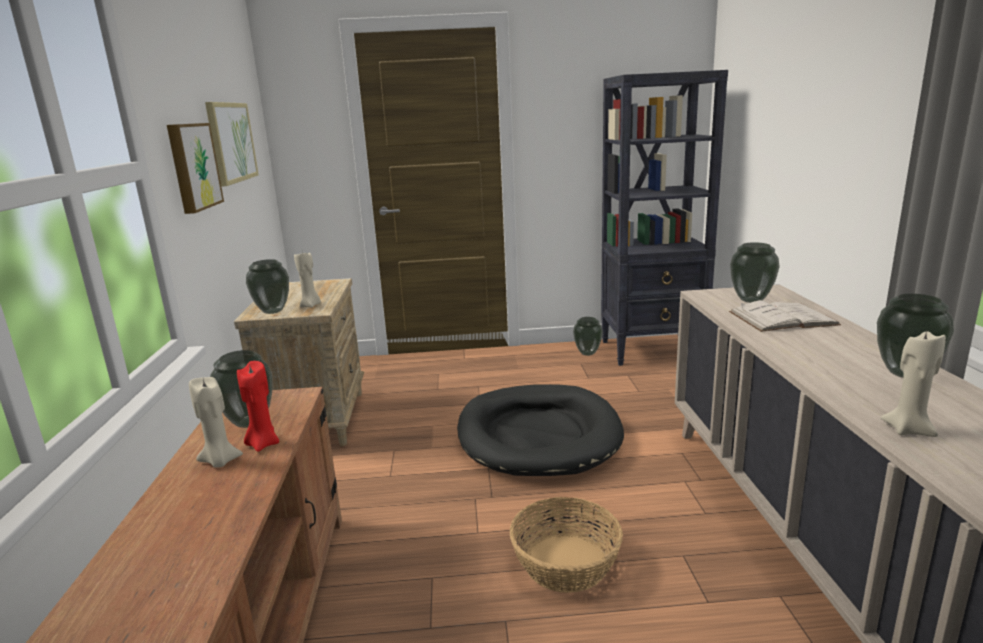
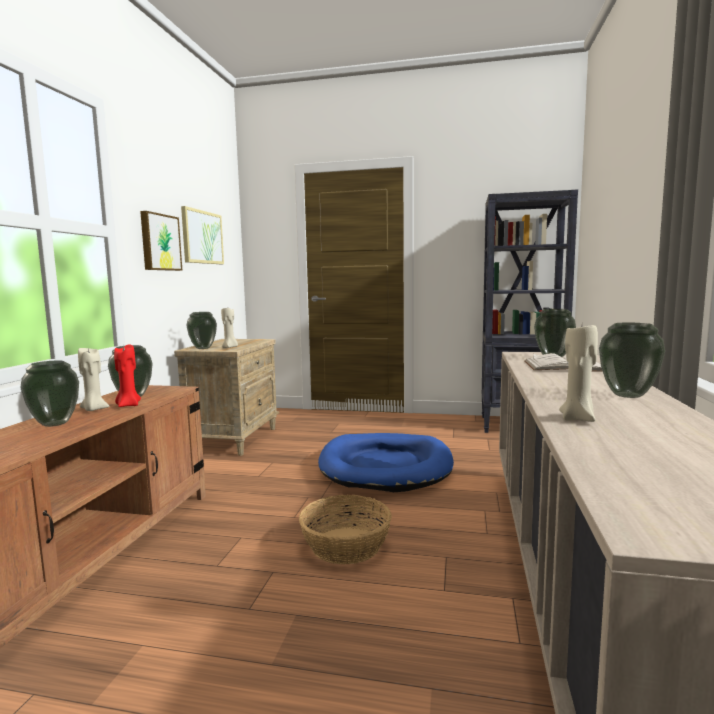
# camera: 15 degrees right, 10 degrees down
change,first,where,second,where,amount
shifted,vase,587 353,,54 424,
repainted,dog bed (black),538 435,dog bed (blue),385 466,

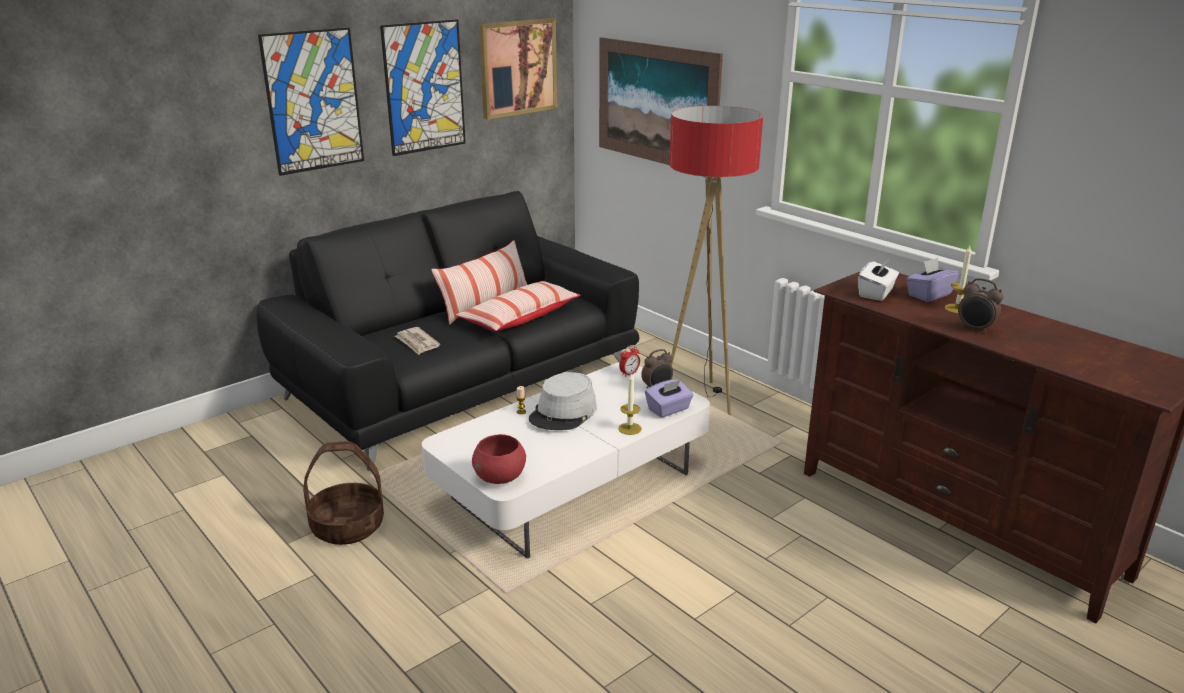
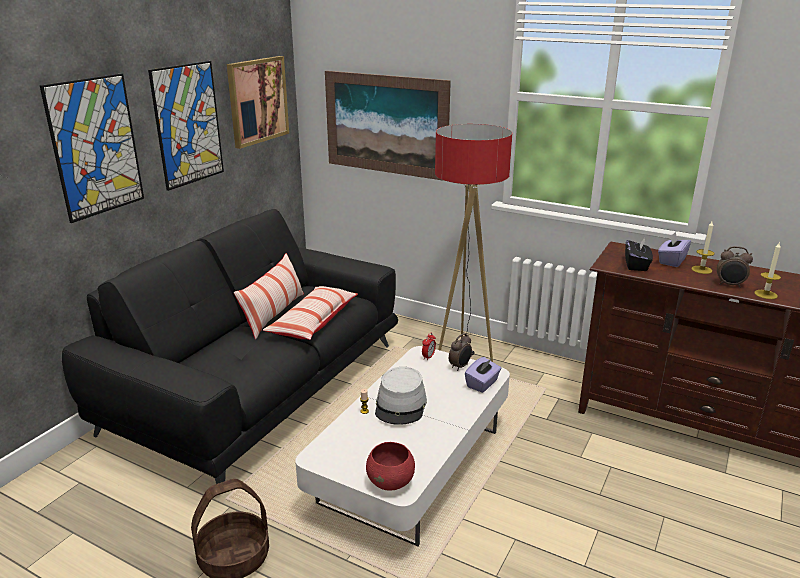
# camera: 20 degrees left, 0 degrees up
change,first,where,second,where,amount
repainted,tissue box (white),876 293,tissue box (black),636 265,
gone,newspaper,417 343,,,
shifted,candle,630 428,,765 294,

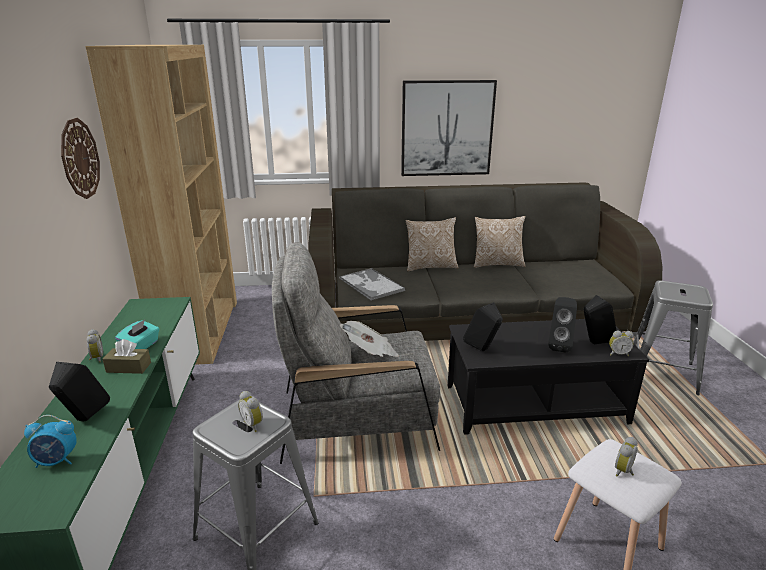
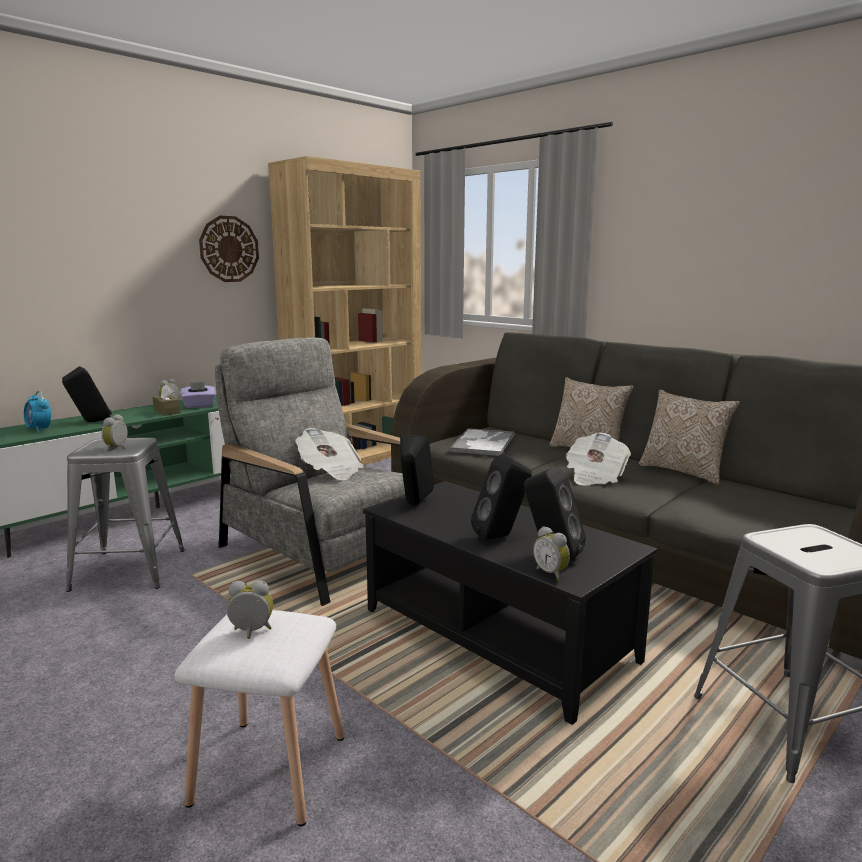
# camera: 50 degrees right, 10 degrees down
change,first,where,second,where,amount
gone,picture,447 128,,,
repainted,tissue box (turquoise),141 346,tissue box (purple),199 406,
new,,,newspaper,594 476,

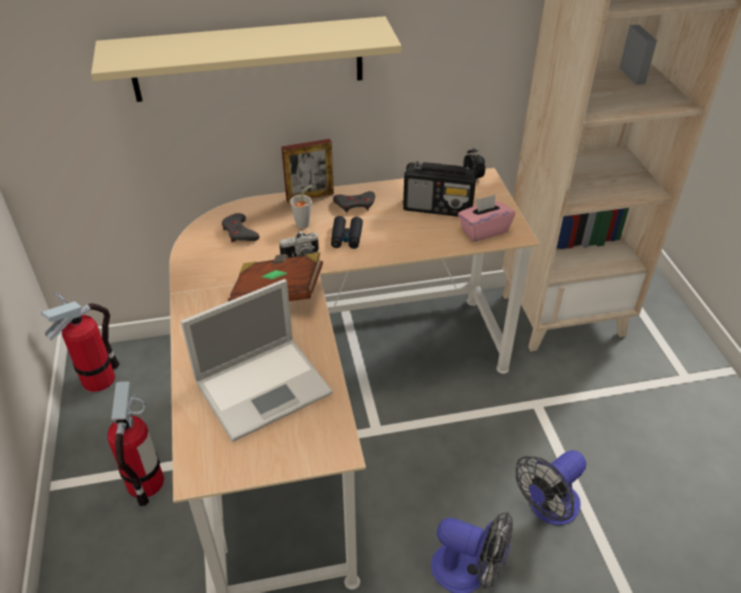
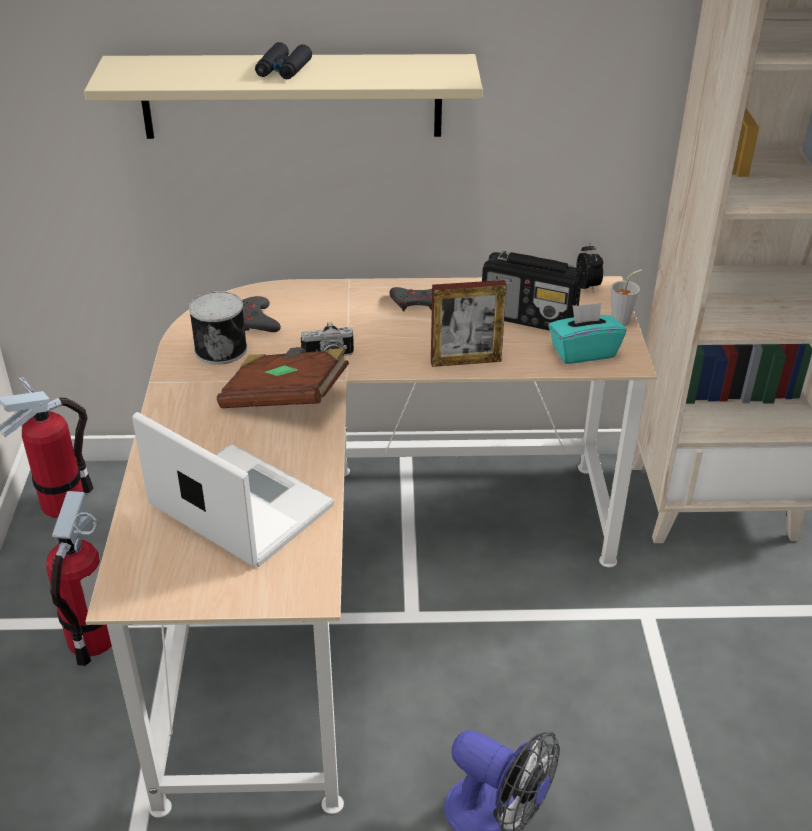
# camera: 10 degrees right, 5 degrees down
change,first,where,second,where,amount
shifted,picture frame,310 196,,465 361,
shifted,cup (grey),305 223,,624 320,
repainted,tissue box (pink),483 230,tissue box (turquoise),583 352,
shifted,binoculars (black),346 237,,283 70,
rotated,laptop,265 386,,238 505,120 degrees counterclockwise
gone,fan,548 508,,,
new,,,can,221 348,

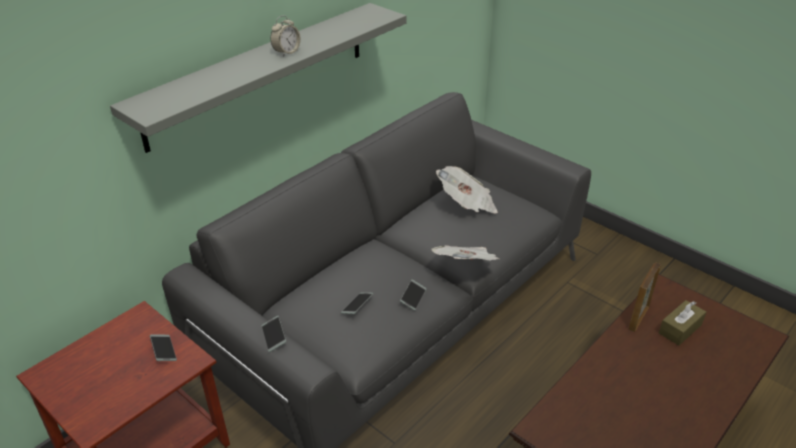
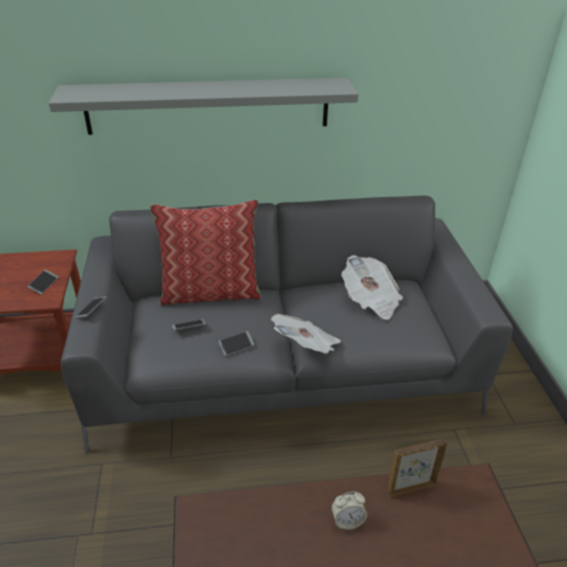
# camera: 40 degrees right, 0 degrees up
change,first,where,second,where,amount
shifted,alarm clock,286 52,,347 520,
gone,tissue box (brown),680 329,,,
new,,,pillow,210 292,

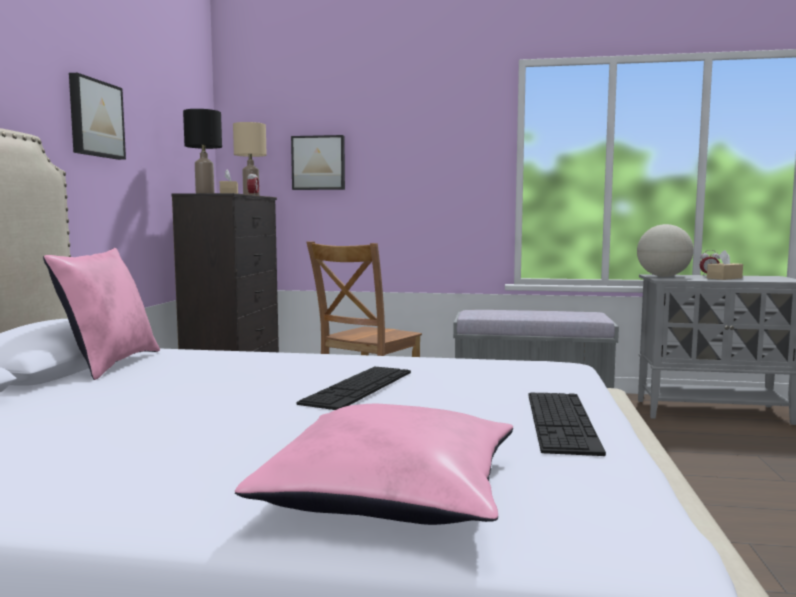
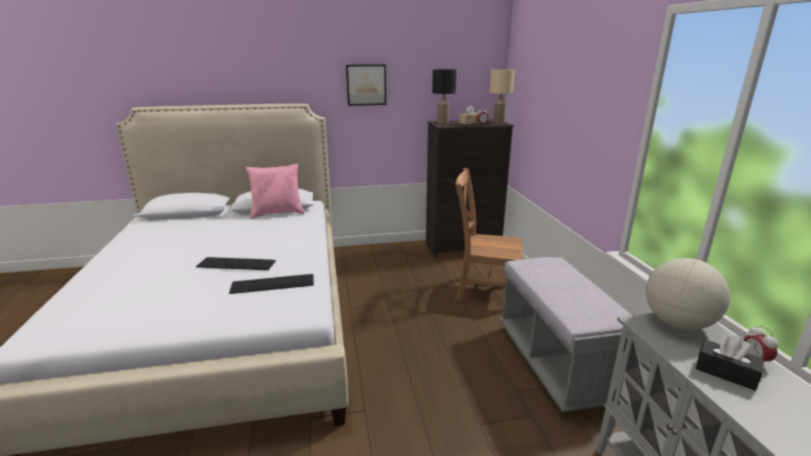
# camera: 70 degrees right, 15 degrees up
change,first,where,second,where,amount
gone,picture,318 163,,,
repainted,tissue box (beige),724 278,tissue box (black),726 372,
shifted,keyboard,561 421,,273 284,
gone,pillow (pink),391 491,,,

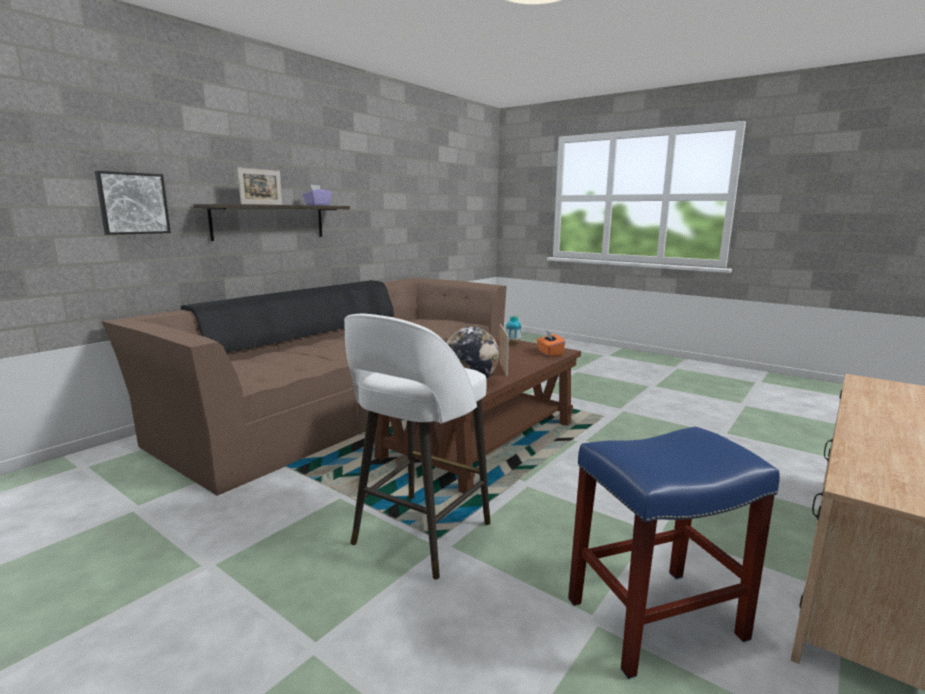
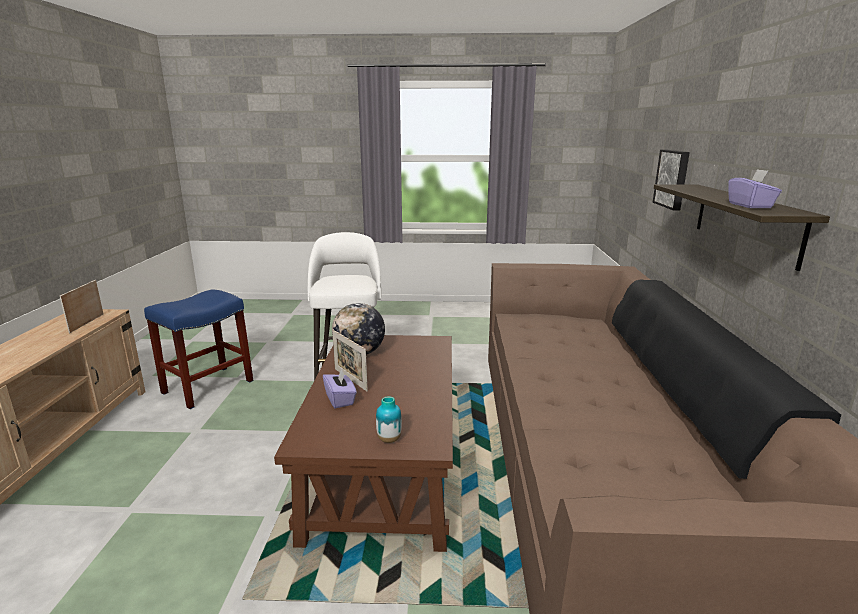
# camera: 145 degrees right, 5 degrees up
change,first,where,second,where,amount
shifted,picture frame,262 204,,87 323,
gone,tissue box (orange),549 353,,,
new,,,tissue box (purple),340 399,

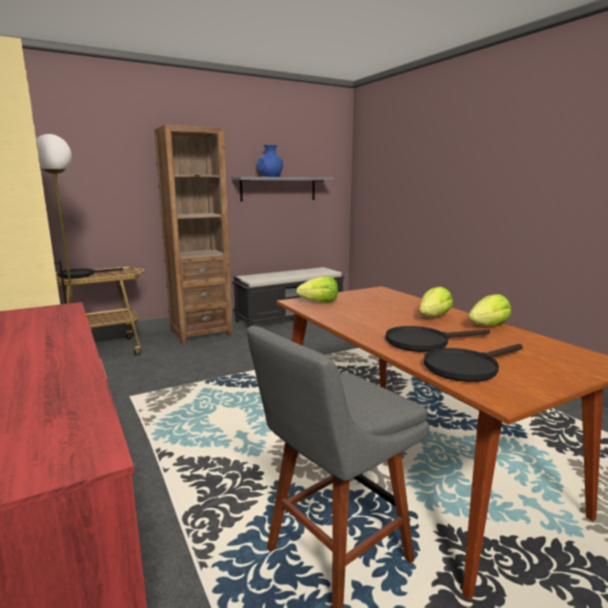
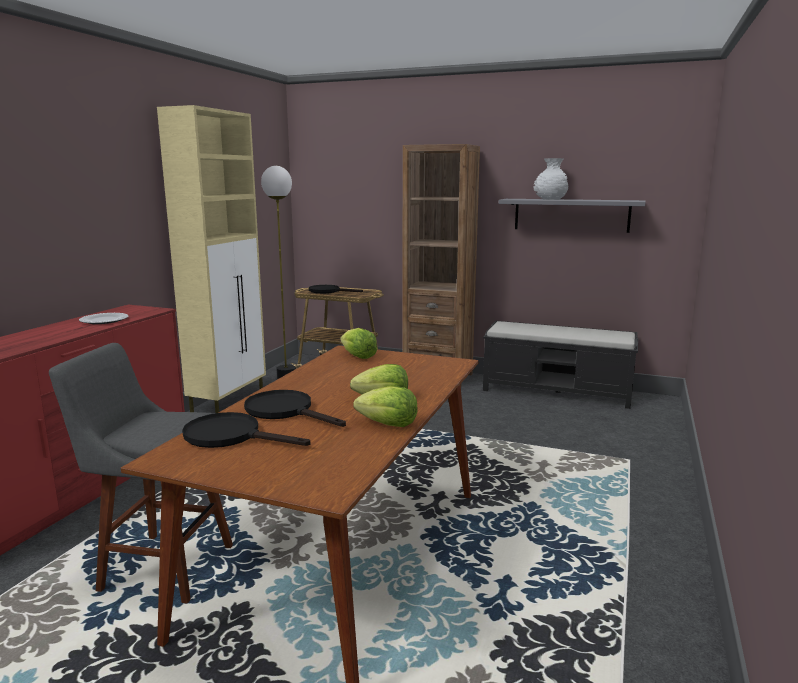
# camera: 50 degrees right, 0 degrees up
change,first,where,second,where,amount
repainted,vase (blue),269 176,vase (white),549 199,
new,,,plate,105 320,

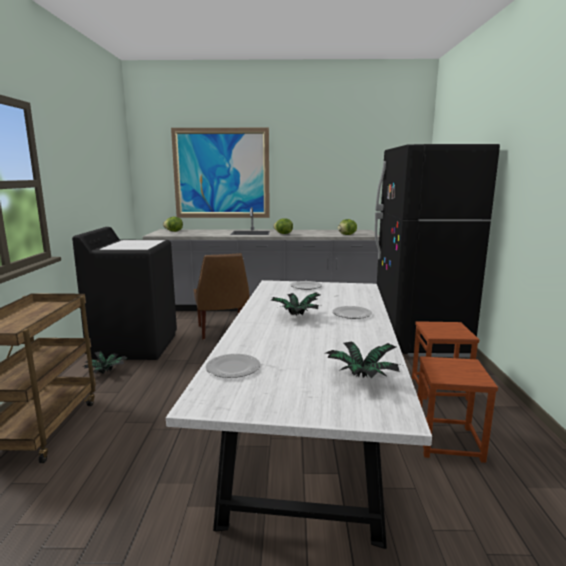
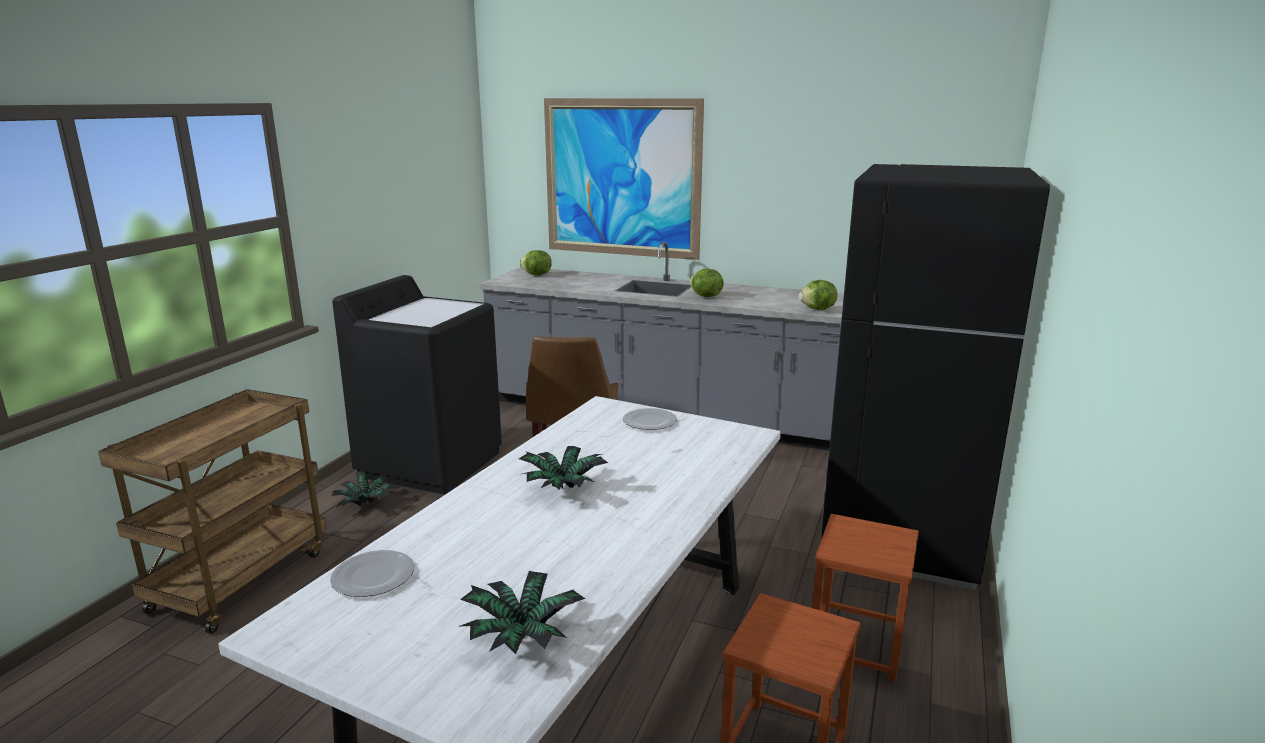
# camera: 20 degrees right, 5 degrees up
change,first,where,second,where,amount
gone,plate,352 314,,,

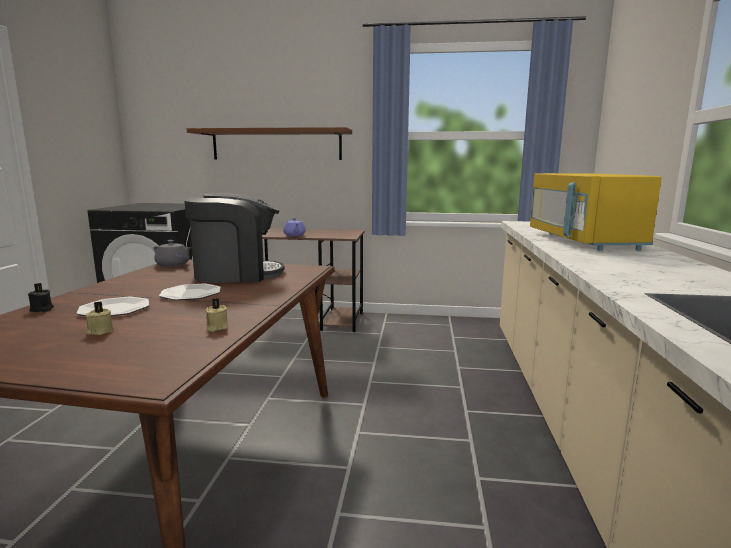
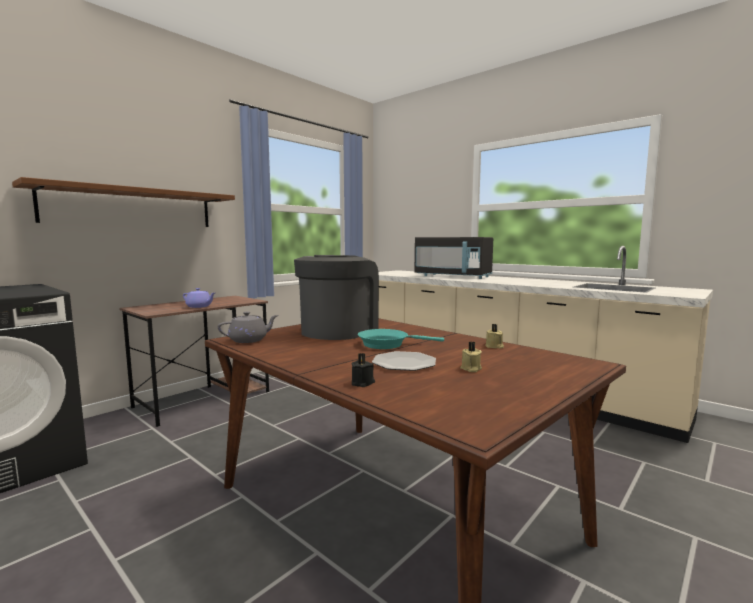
# camera: 55 degrees left, 5 degrees down
change,first,where,second,where,amount
repainted,microwave (yellow),583 241,microwave (black),453 276,
swapped,plate,191 294,frying pan (turquoise),387 344,

